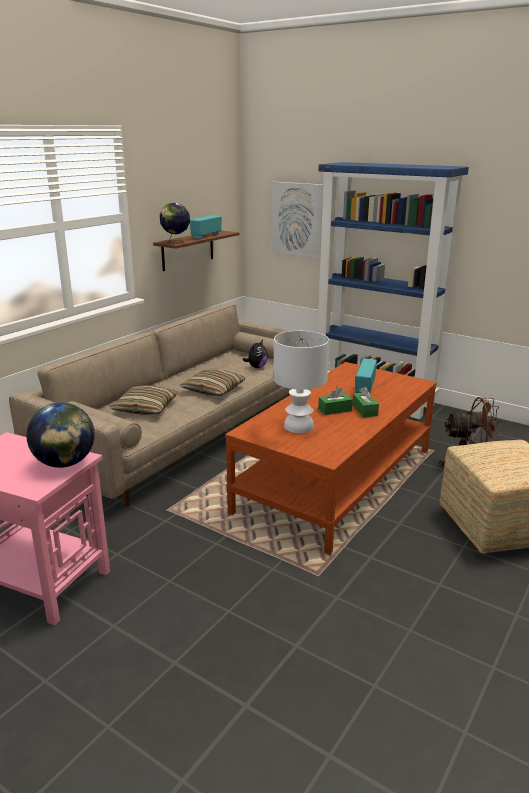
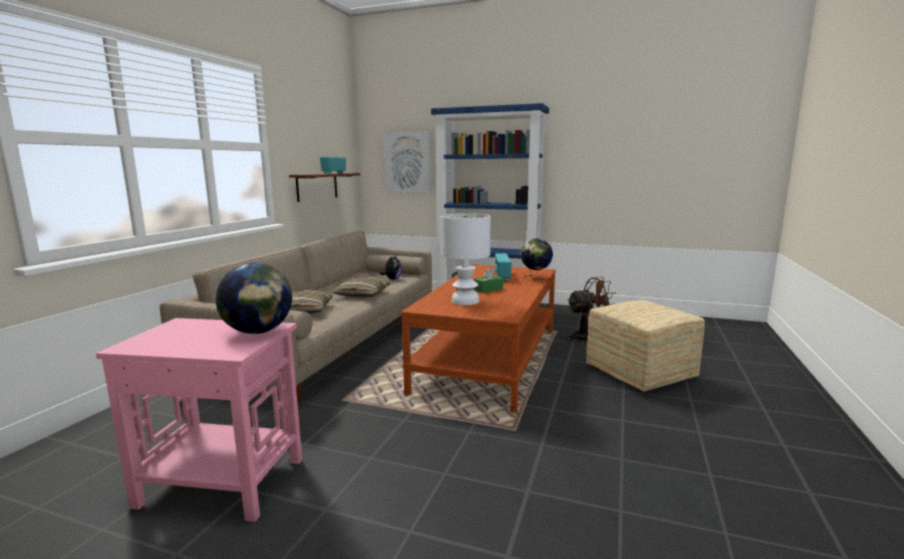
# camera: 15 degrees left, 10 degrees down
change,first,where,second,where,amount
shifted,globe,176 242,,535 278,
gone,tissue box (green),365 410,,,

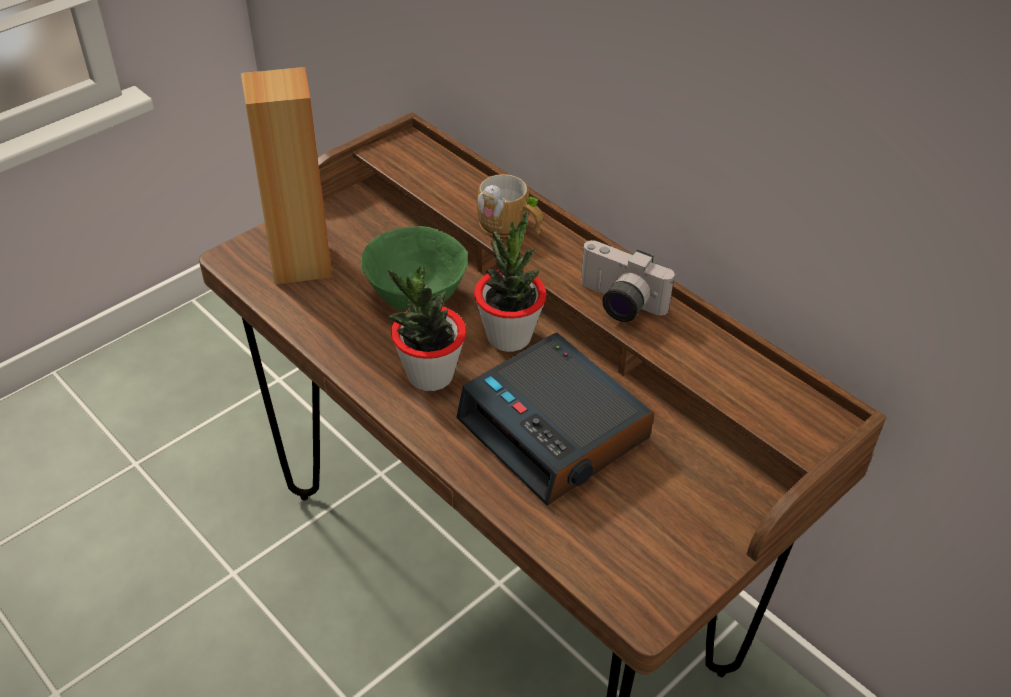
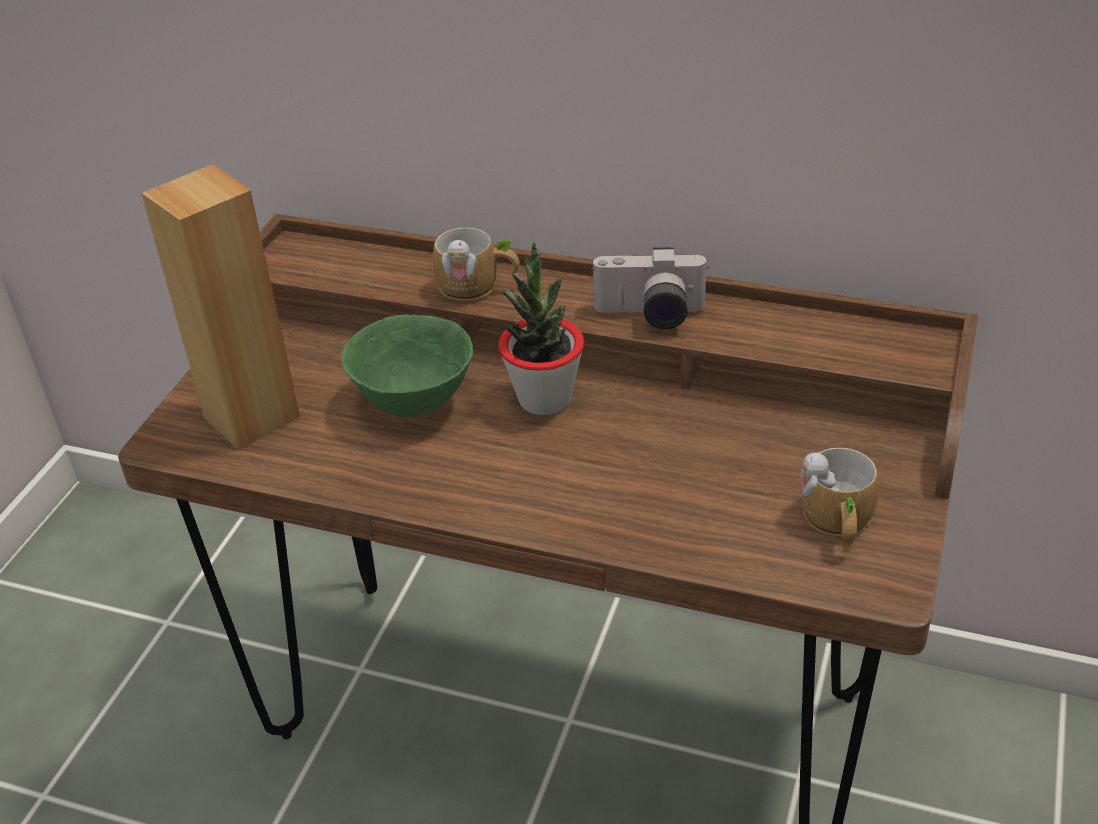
# camera: 25 degrees left, 5 degrees down
change,first,where,second,where,amount
gone,potted plant,430 375,,,
gone,alarm clock,555 430,,,
new,,,mug,837 523,

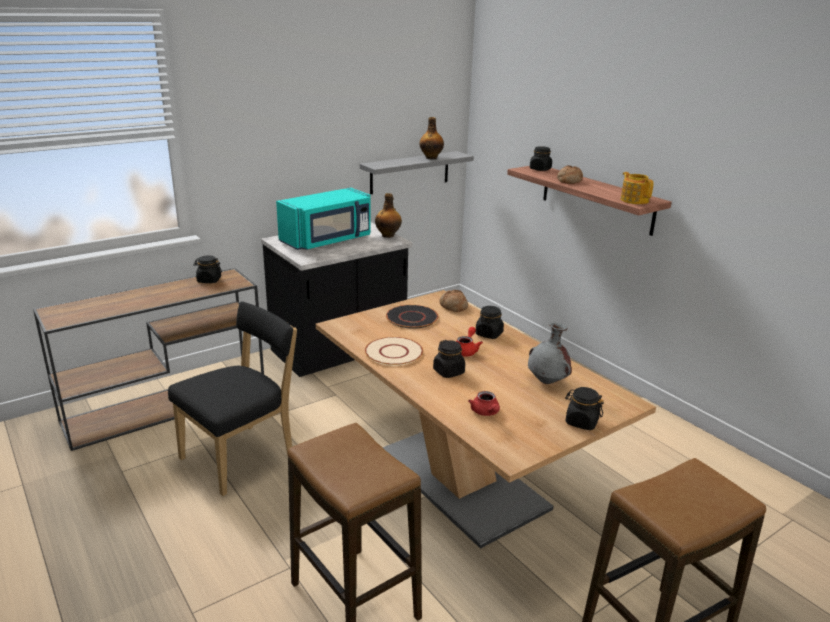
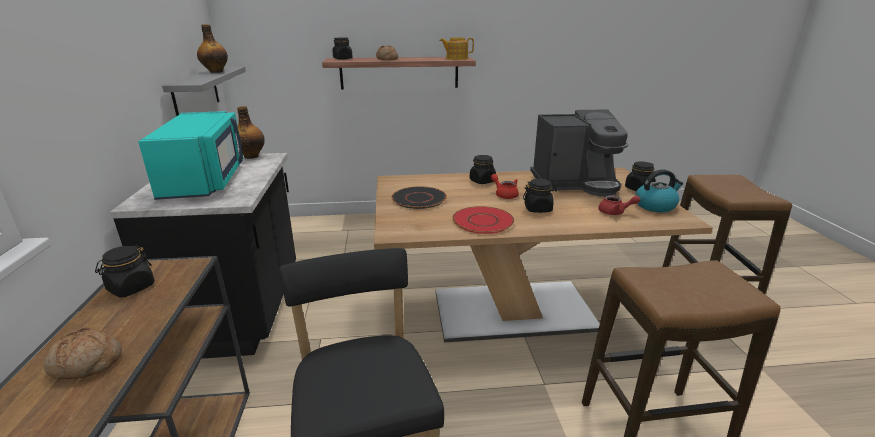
# camera: 60 degrees left, 0 degrees up
change,first,where,second,where,amount
shifted,bread,453 306,,86 364,
swapped,vase (grey),547 381,coffee machine,575 183,
repainted,plate (beige),394 352,plate (red),483 221,
new,,,kettle,655 206,

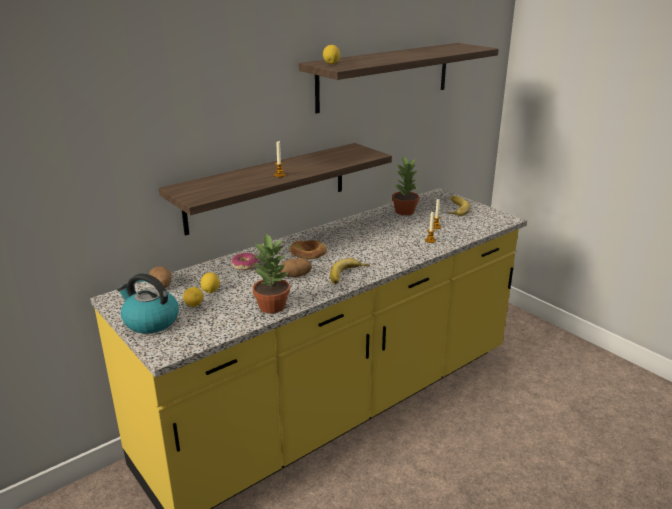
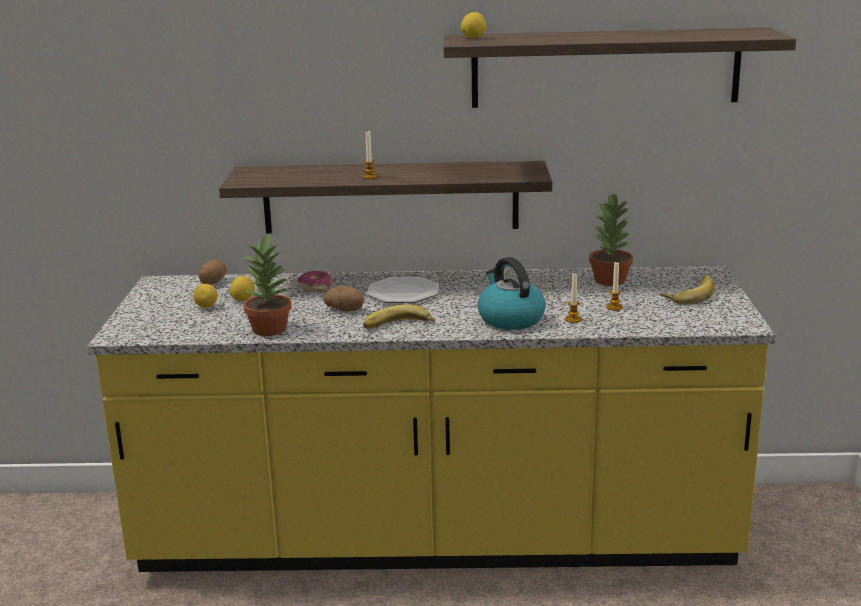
# camera: 40 degrees right, 5 degrees down
change,first,where,second,where,amount
swapped,bread,308 252,plate,403 292,
shifted,kettle,150 321,,510 319,

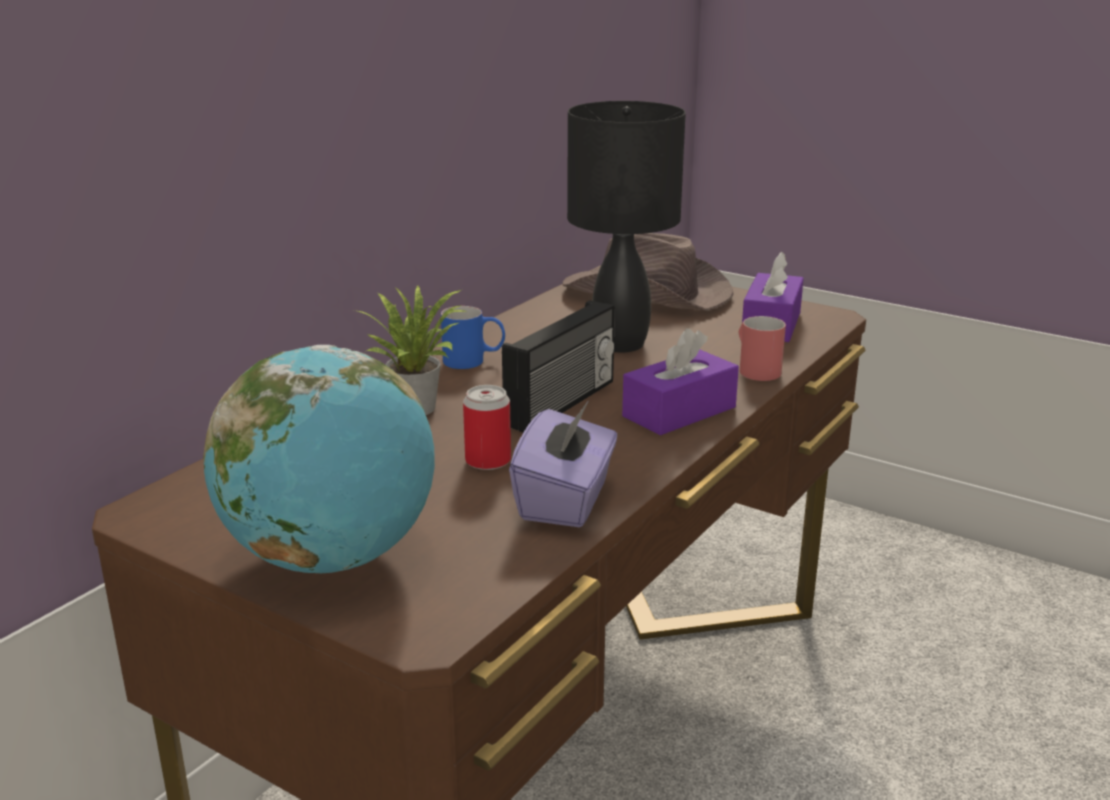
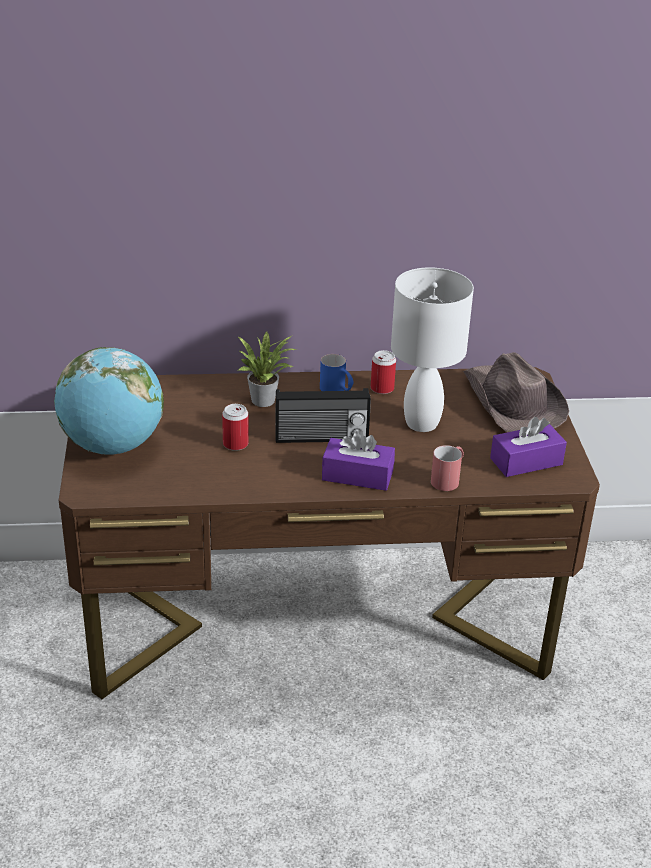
# camera: 50 degrees right, 10 degrees up
change,first,where,second,where,amount
repainted,table lamp (black),619 343,table lamp (white),422 422,
gone,tissue box (purple),566 500,,,
new,,,can,382 388,

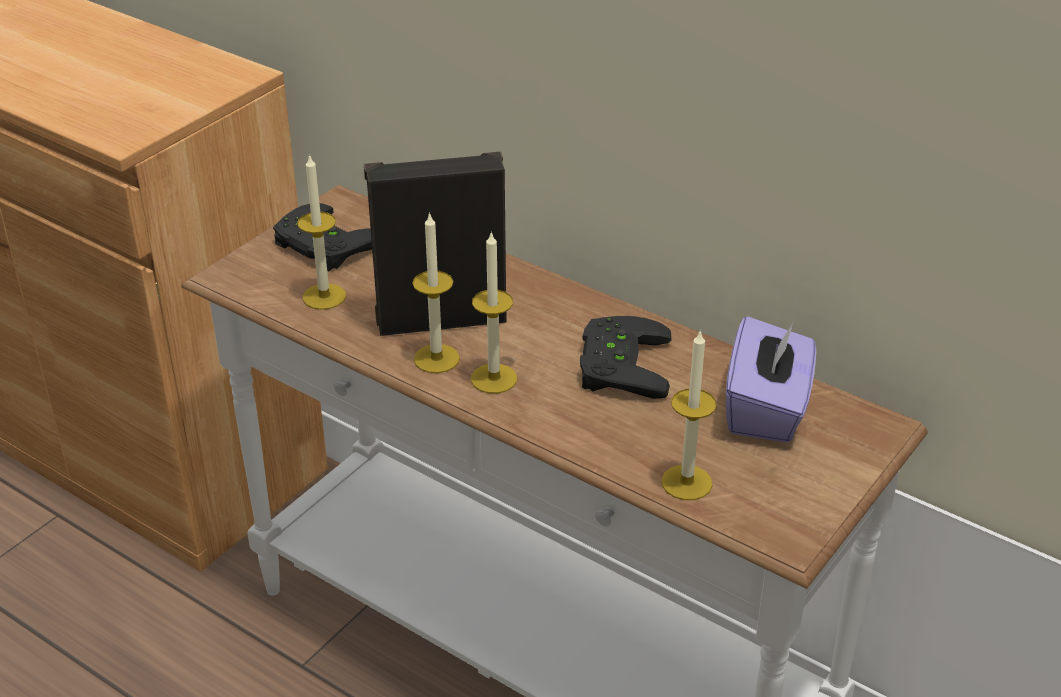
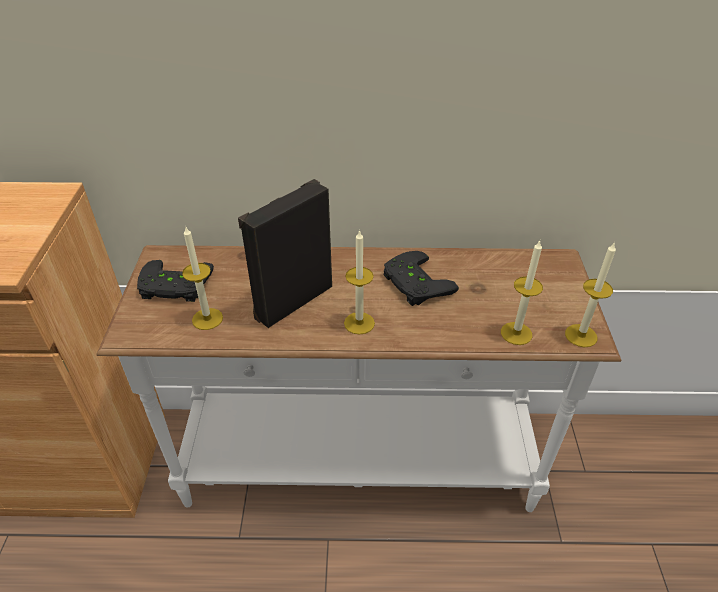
# camera: 35 degrees left, 5 degrees up
change,first,where,second,where,amount
shifted,candle,436 358,,581 335,
gone,tissue box (purple),767 409,,,

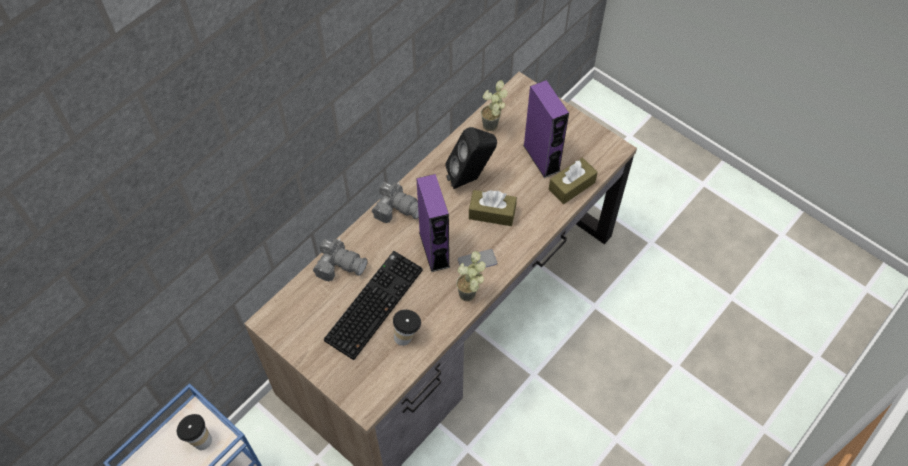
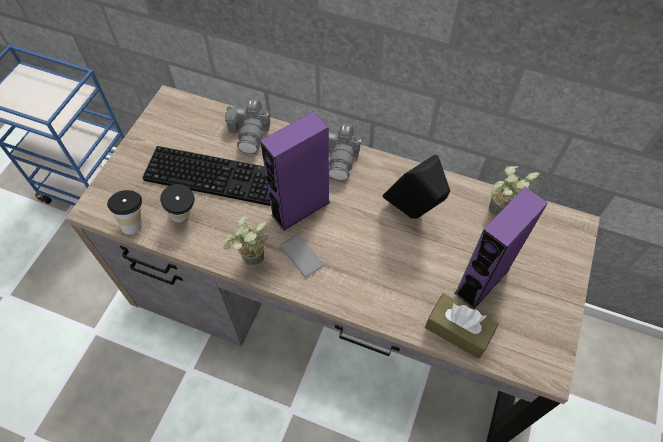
# camera: 70 degrees right, 0 degrees up
change,first,where,second,where,amount
gone,tissue box (brown),492 213,,,
shifted,cup,199 439,,135 222,

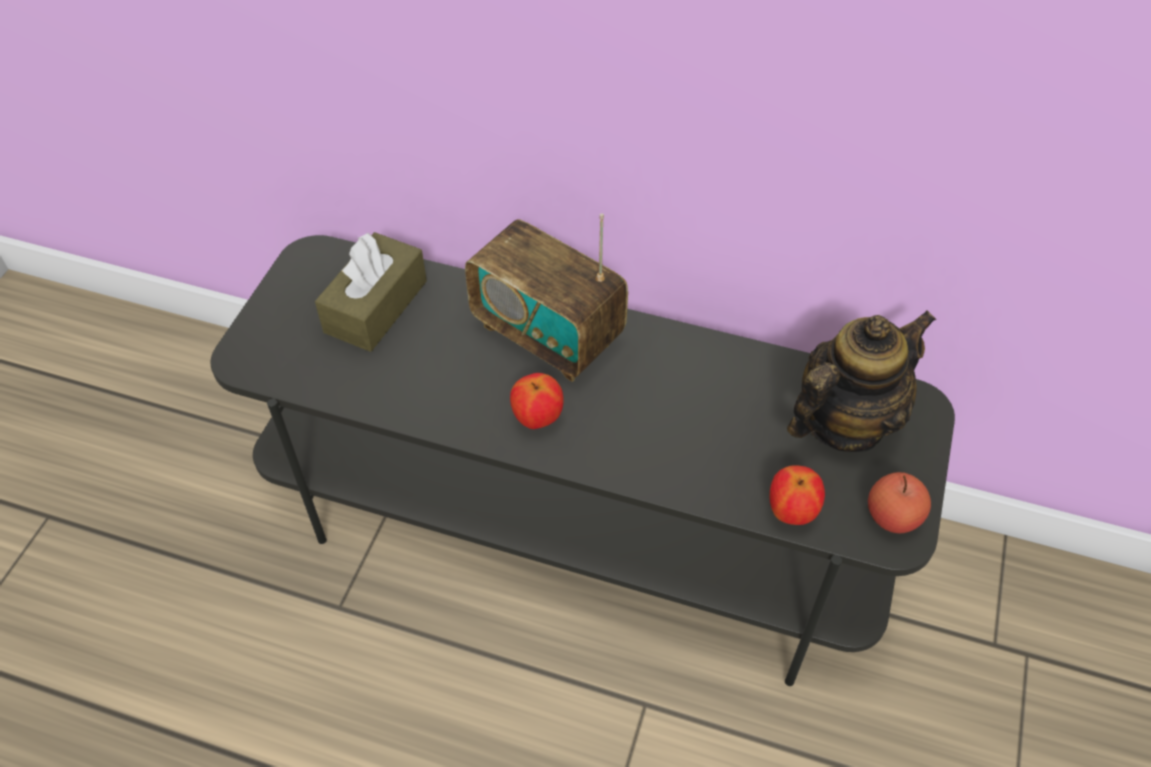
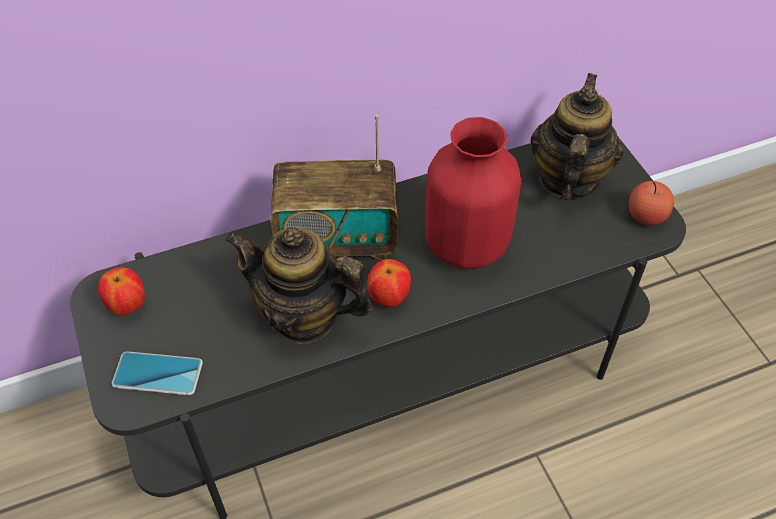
# camera: 40 degrees left, 0 degrees up
change,first,where,second,where,amount
gone,tissue box (brown),376 306,,,
shifted,apple,791 512,,127 306,
new,,,vase (red),467 246,
new,,,teapot,304 316,
new,,,phone,157 374,

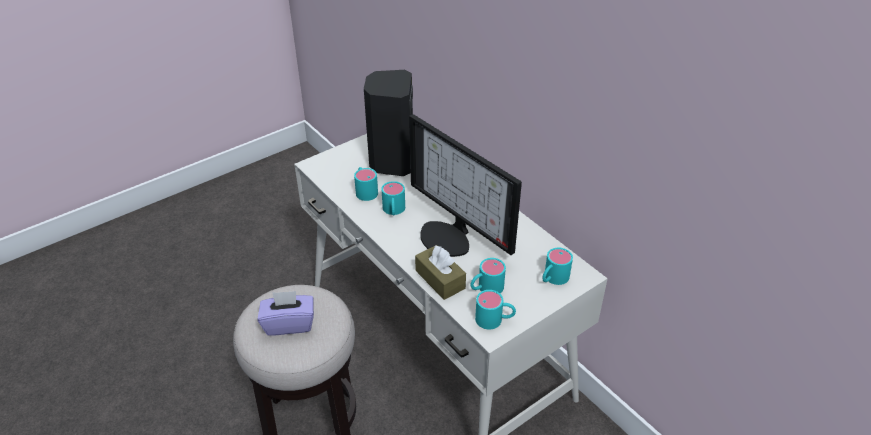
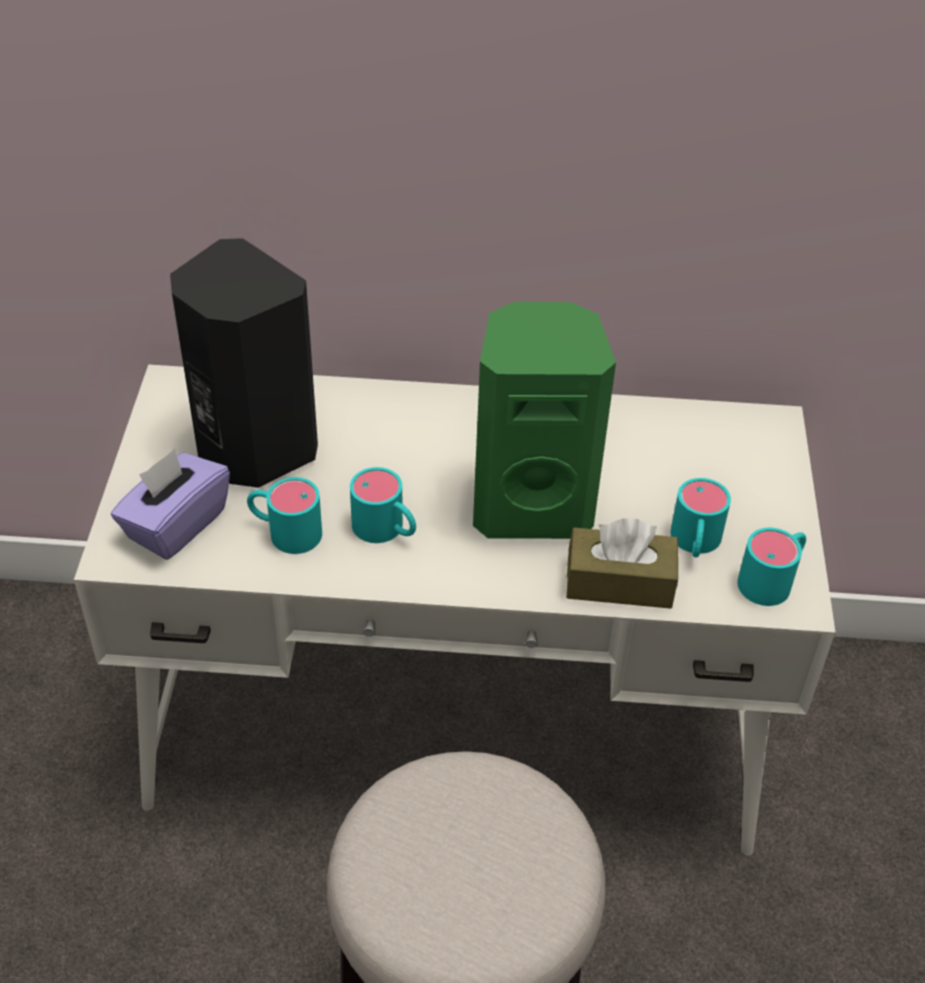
# camera: 50 degrees left, 5 degrees up
change,first,where,second,where,amount
swapped,monitor,450 236,speaker (green),531 505,
gone,mug (turquoise),553 278,,,
shifted,tissue box (purple),289 324,,175 524,

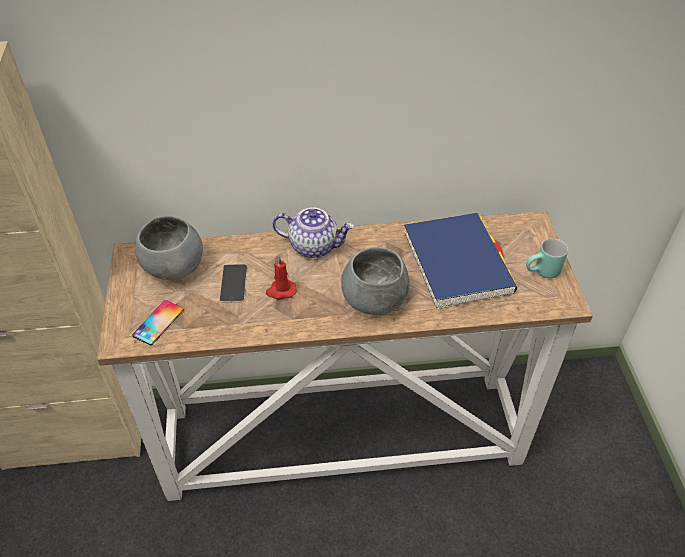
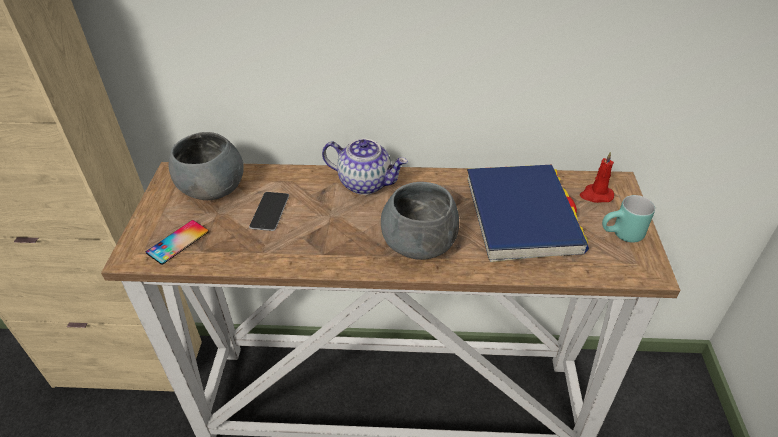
# camera: 10 degrees right, 5 degrees down
change,first,where,second,where,amount
shifted,candle (red),281 291,,596 195,

